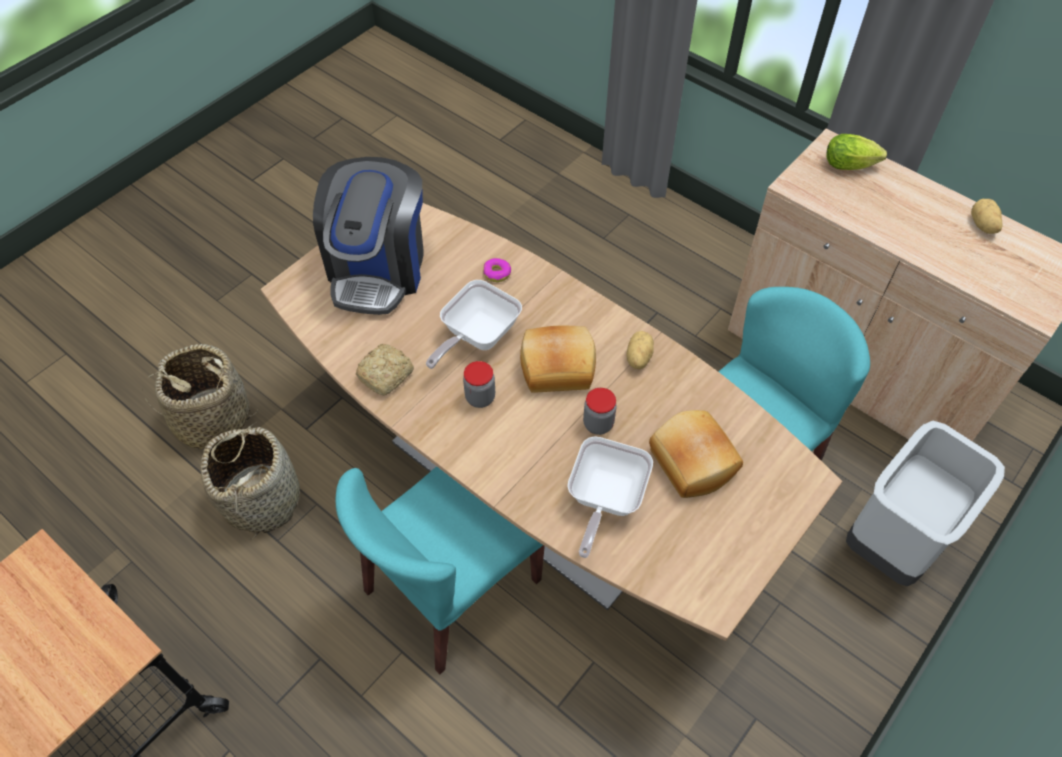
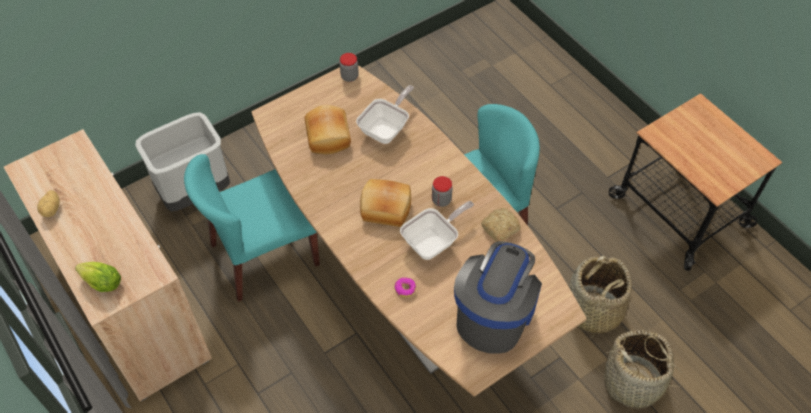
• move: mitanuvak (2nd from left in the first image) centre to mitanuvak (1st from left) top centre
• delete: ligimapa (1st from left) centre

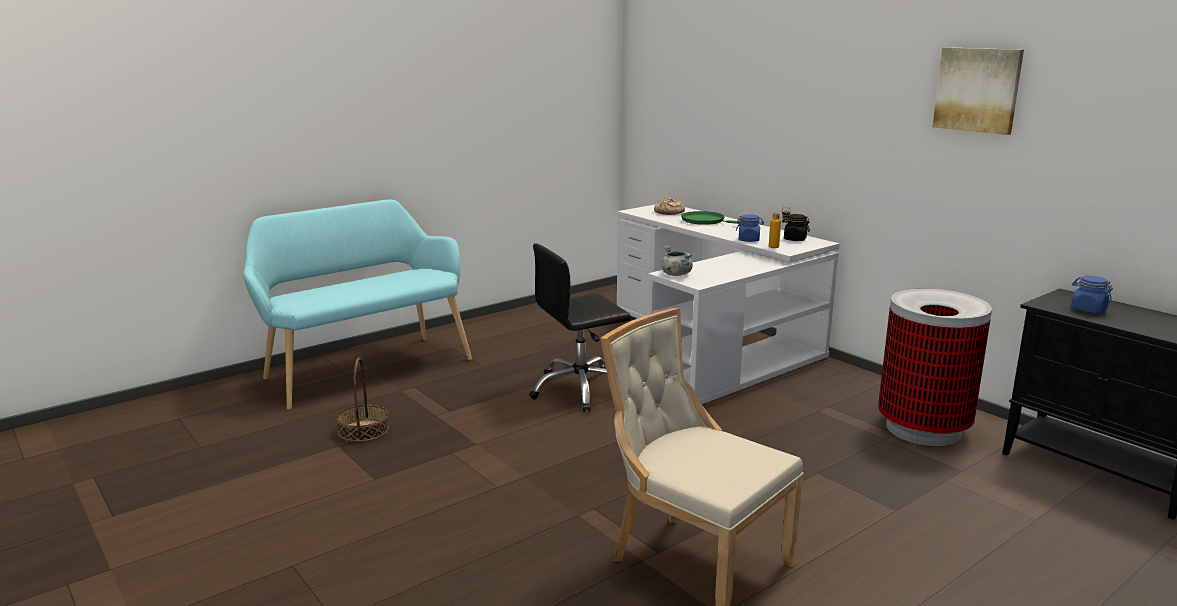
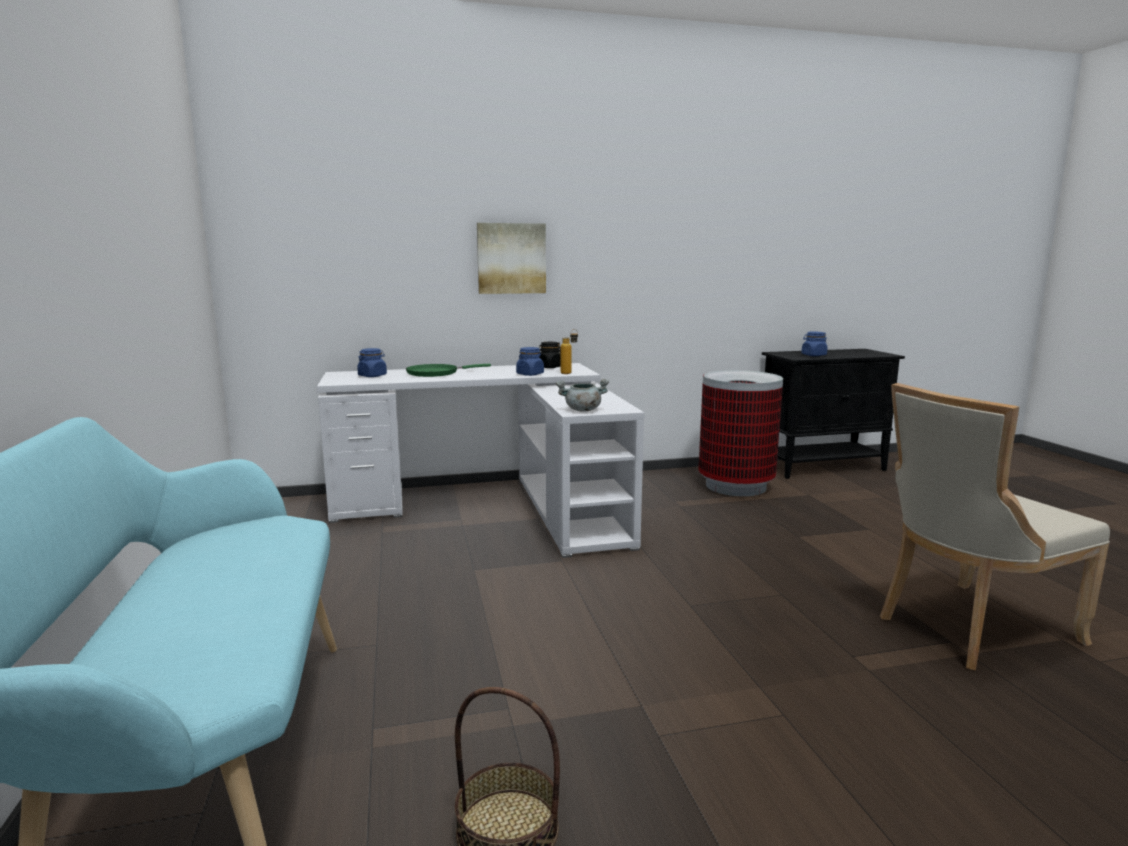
• delete: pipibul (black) centre
• replace: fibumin centre to mitanuvak (blue) (1st from left) middle left
• move: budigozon top right to top centre

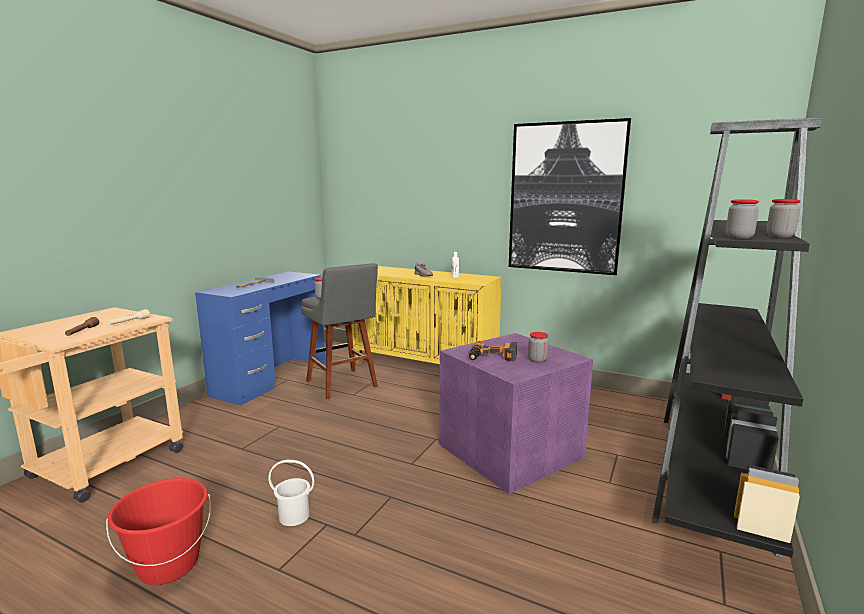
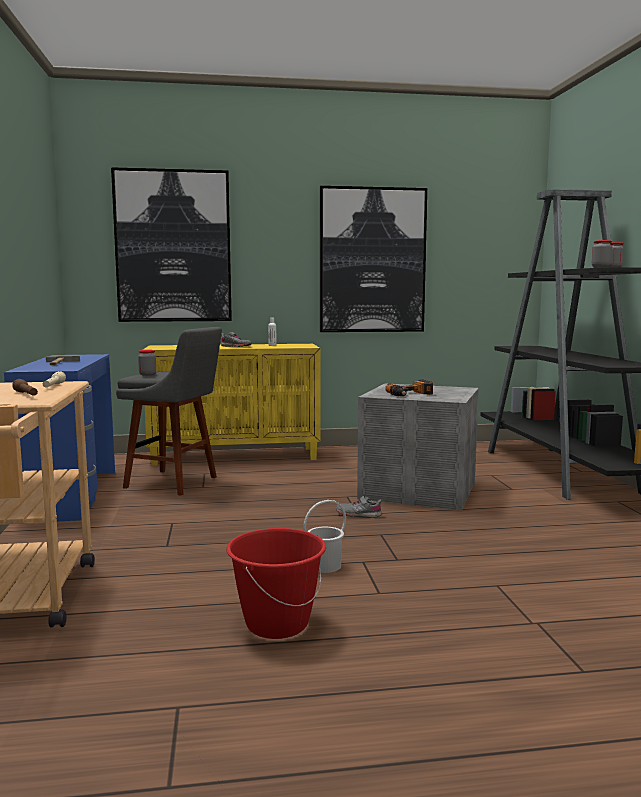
• recolor: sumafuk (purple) bottom centre to sumafuk (grey) centre
• delete: mitanuvak (2nd from left) centre
• insert: budigozon (1st from left) top left
• insert: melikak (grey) (2nd from left) centre

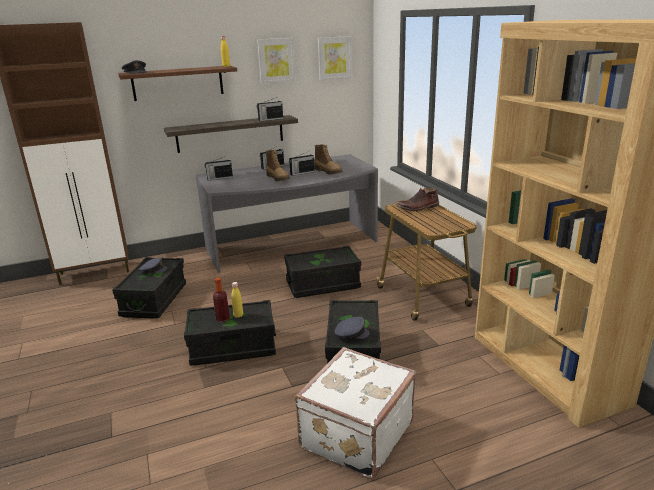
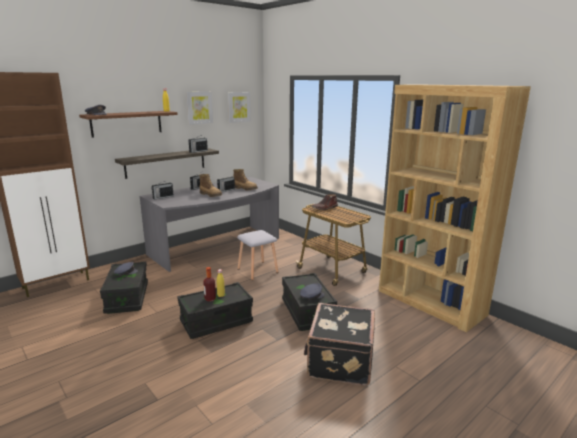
• replace: sumafuk (black) (3rd from left) centre to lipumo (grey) centre
• recolor: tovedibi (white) bottom centre to tovedibi (black) bottom centre

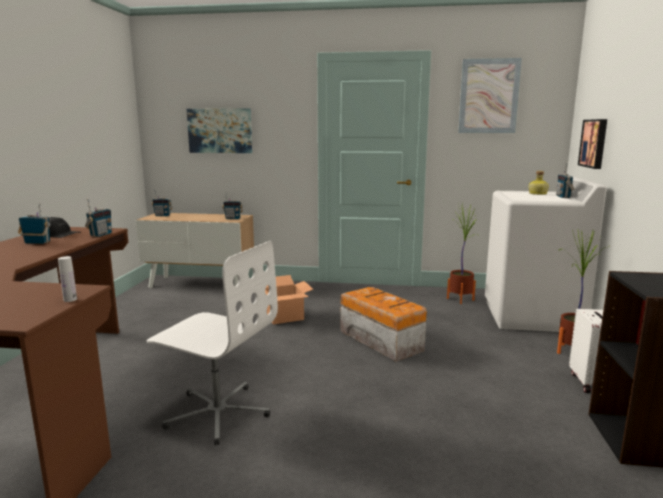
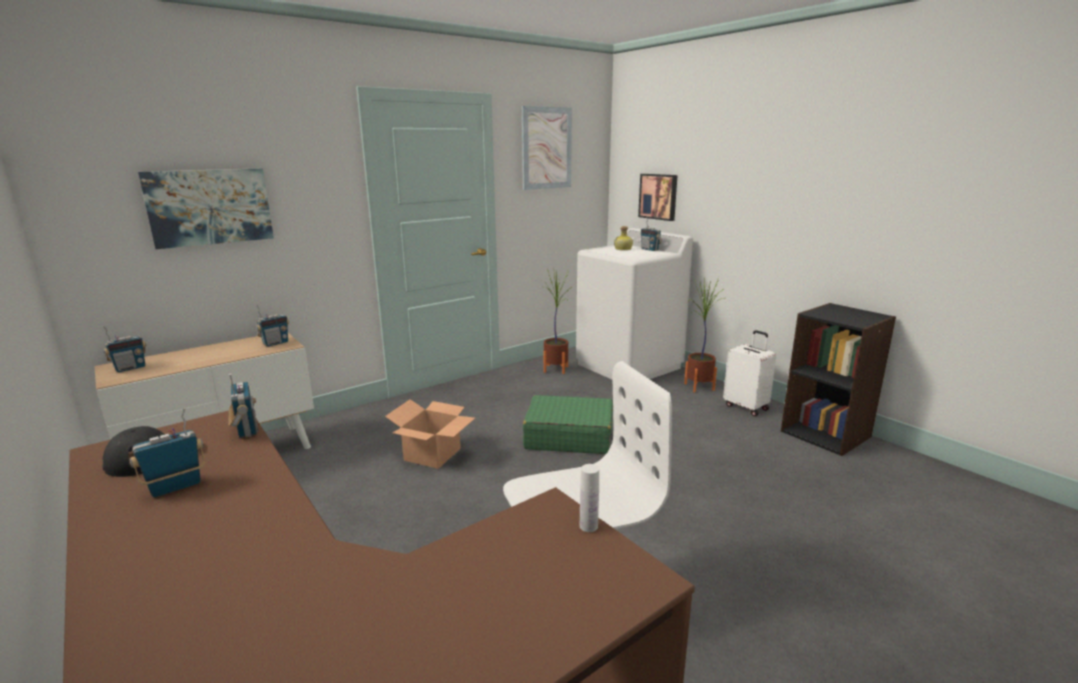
• replace: sumafuk centre to tovedibi (green) centre

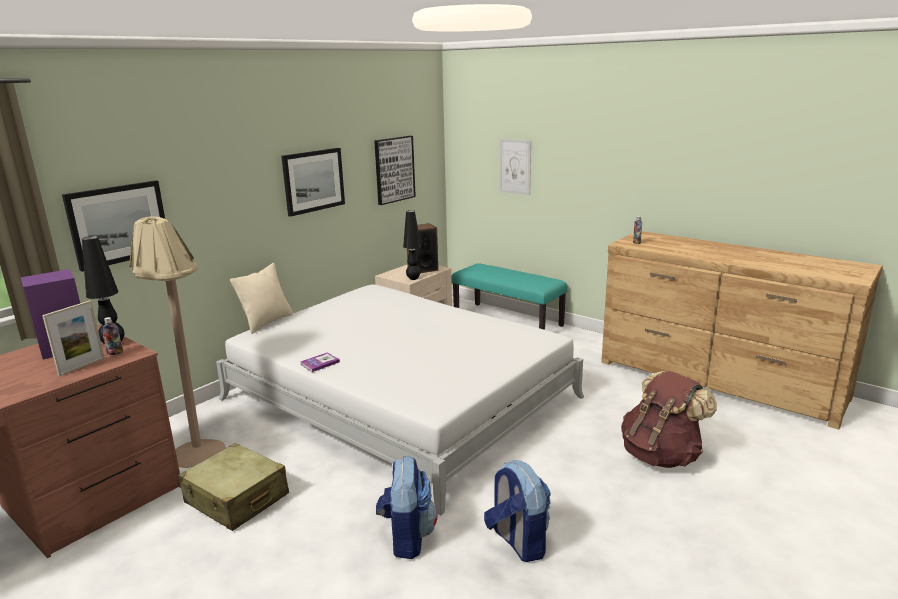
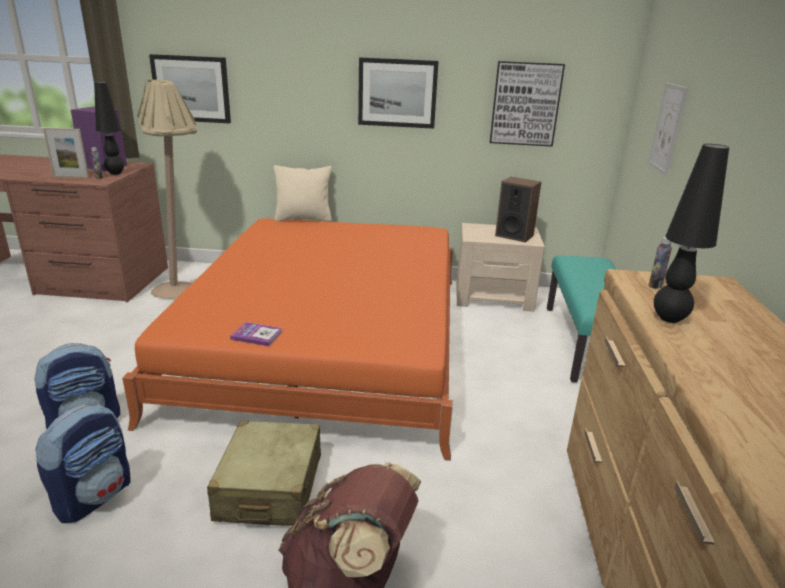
• move: tovedibi (beige) bottom left to bottom centre
• recolor: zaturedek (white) centre to zaturedek (orange) centre
• move: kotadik centre to middle left
• move: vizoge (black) (2nd from left) centre to middle right

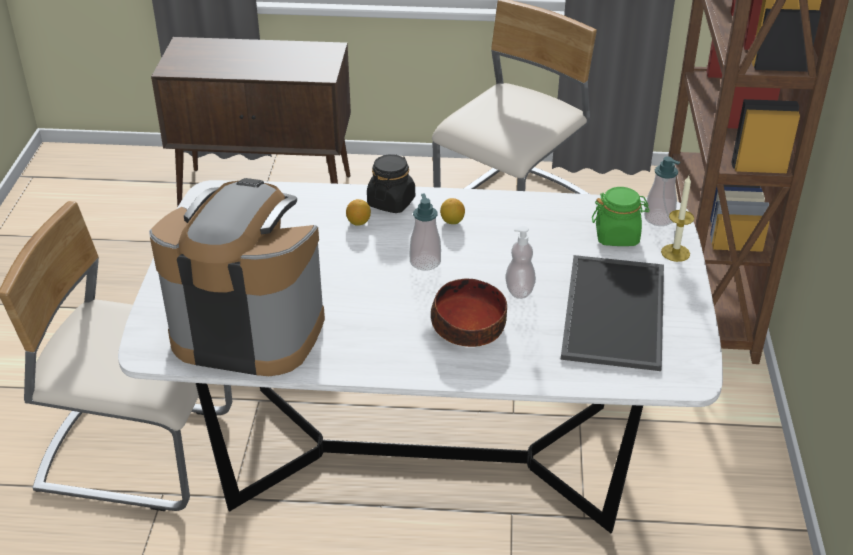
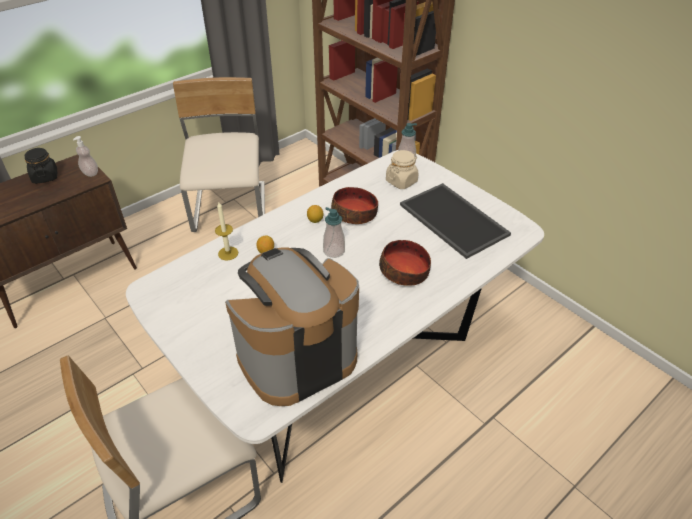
• move: mitanuvak (black) top centre to top left
• move: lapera (2nd from left in the first image) centre to lapera (1st from left) top left
• recolor: mitanuvak (green) middle right to mitanuvak (beige) top centre
• move: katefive middle right to middle left
• insert: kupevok (1st from left) centre

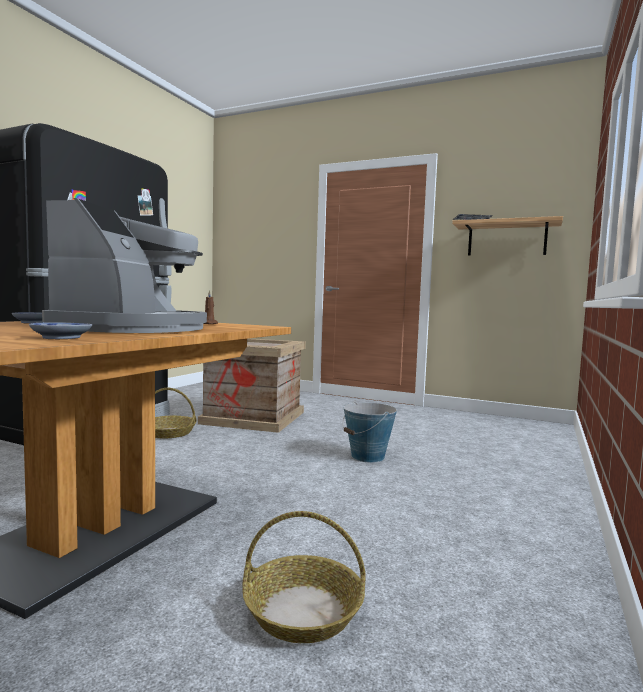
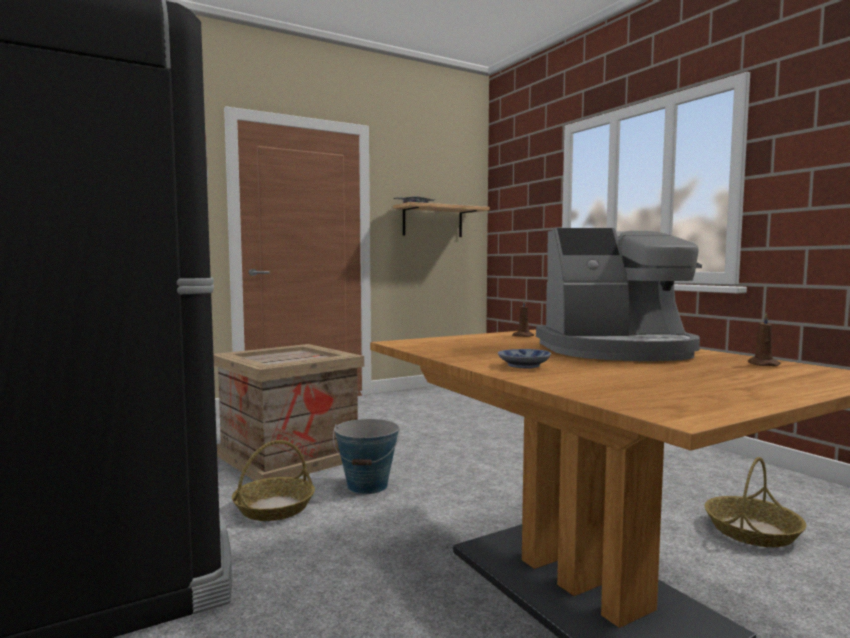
• replace: kupevok (2nd from left) middle left to katefive (brown) (2nd from left) middle right
• rotate: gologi middle left = middle right 135 degrees clockwise
• move: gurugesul centre to bottom centre

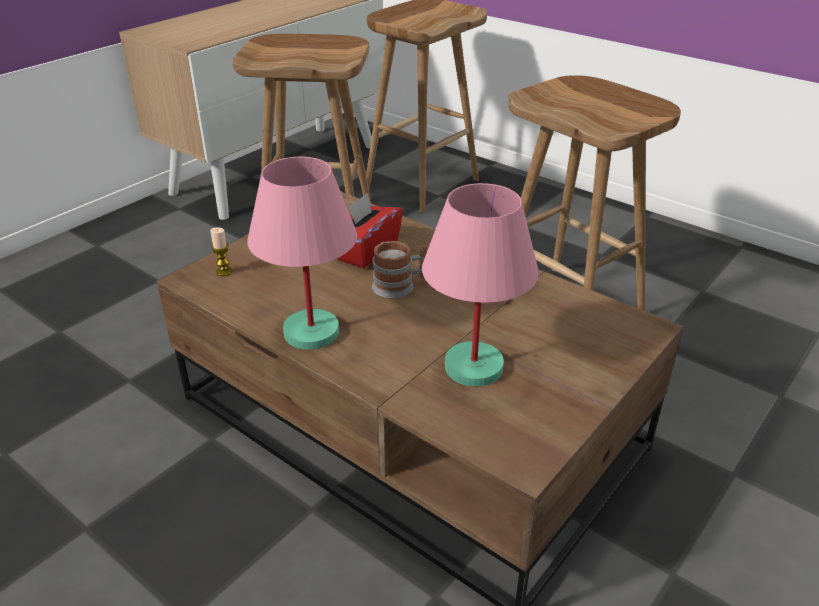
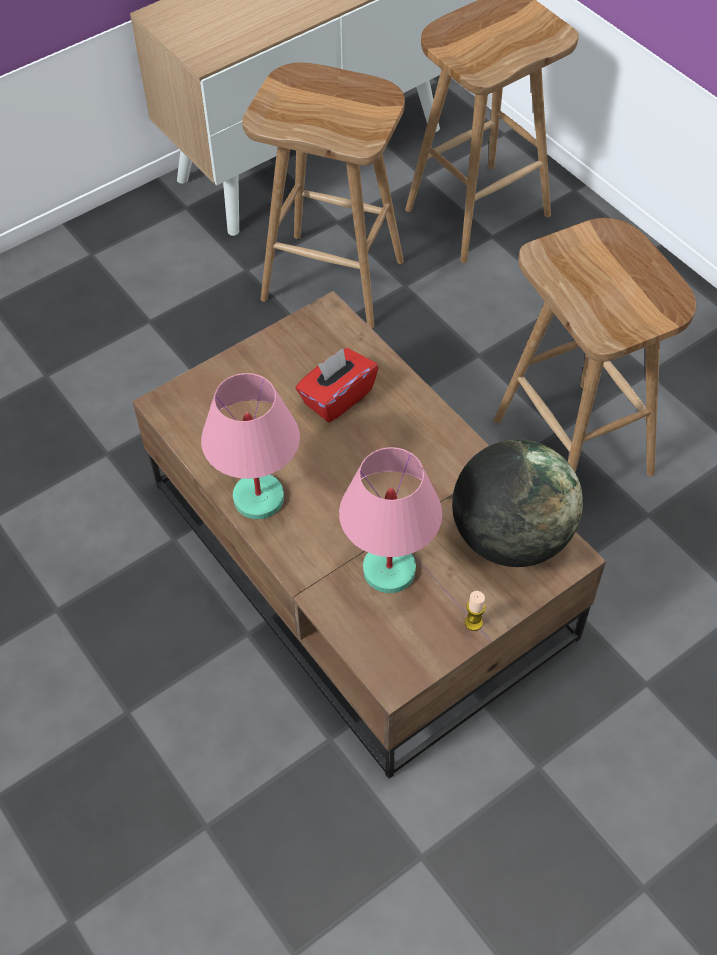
• move: katefive middle left to centre
• delete: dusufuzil centre
• insert: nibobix middle right

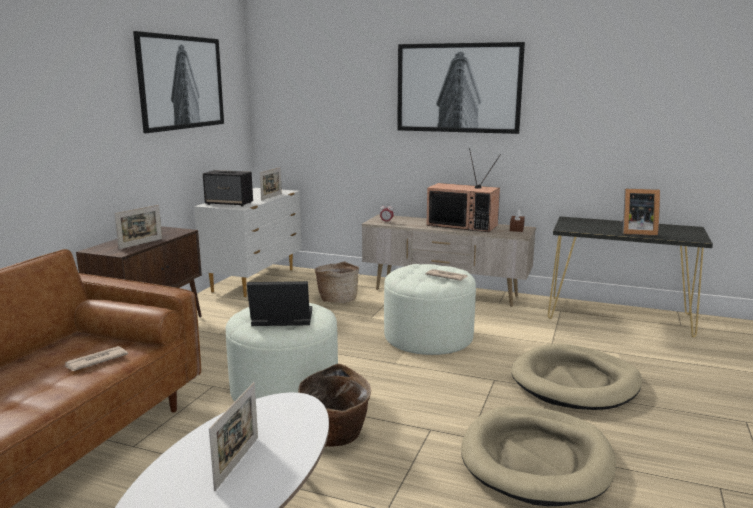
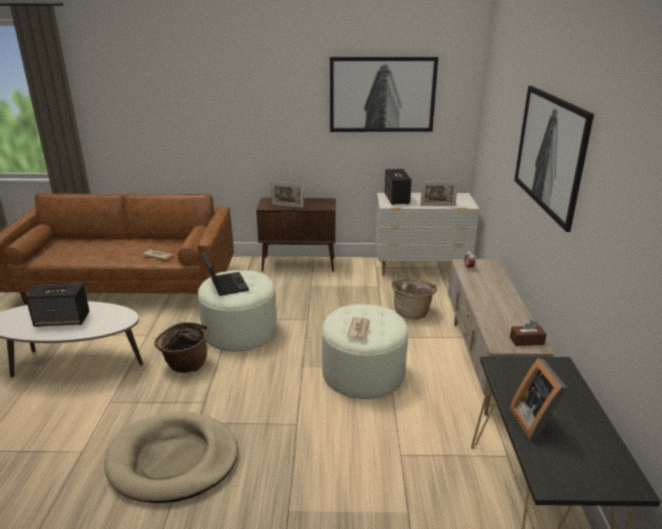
• replace: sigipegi (2nd from left) bottom left to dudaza (1st from left) middle left
• delete: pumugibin centre
• delete: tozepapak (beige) (2nd from left) bottom right

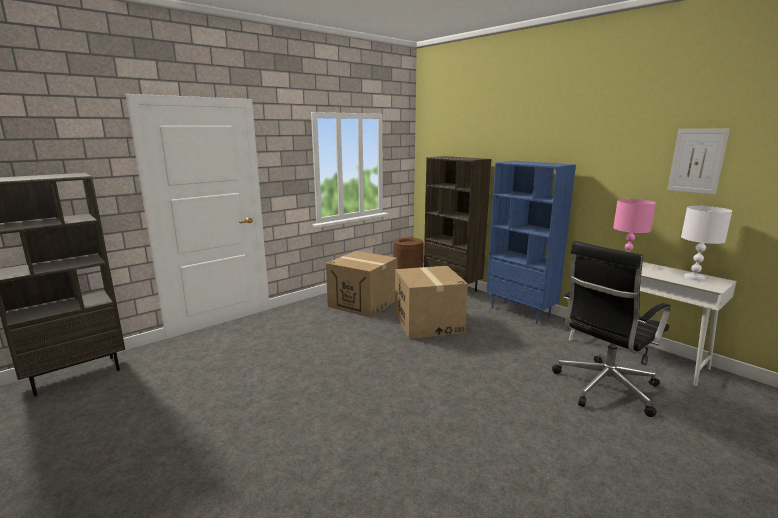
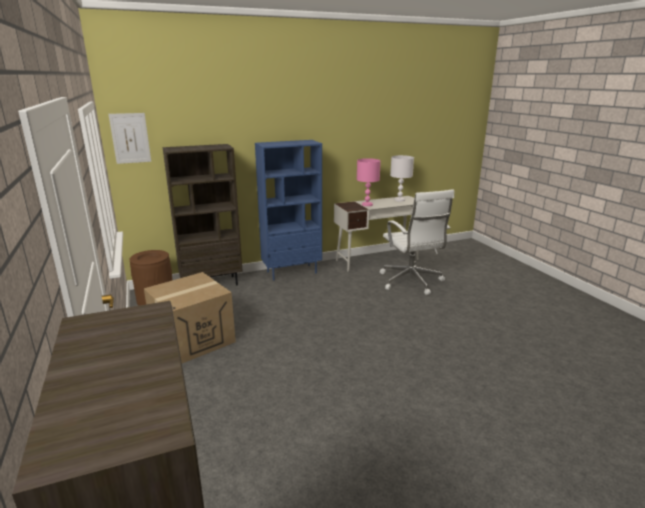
• delete: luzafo (2nd from left) centre
• recolor: pipibul (black) middle right to pipibul (white) centre
• move: budigozon top right to top left

